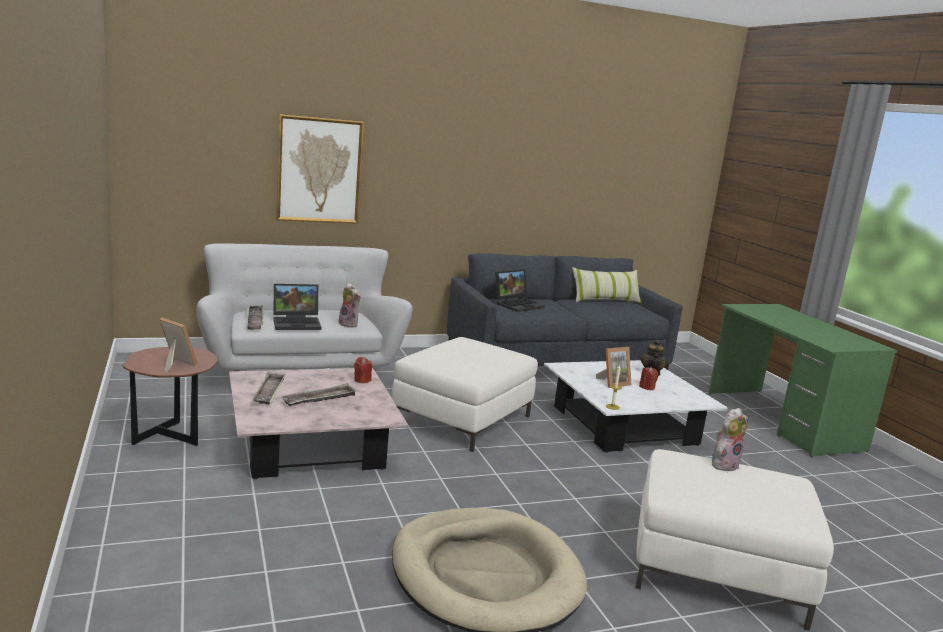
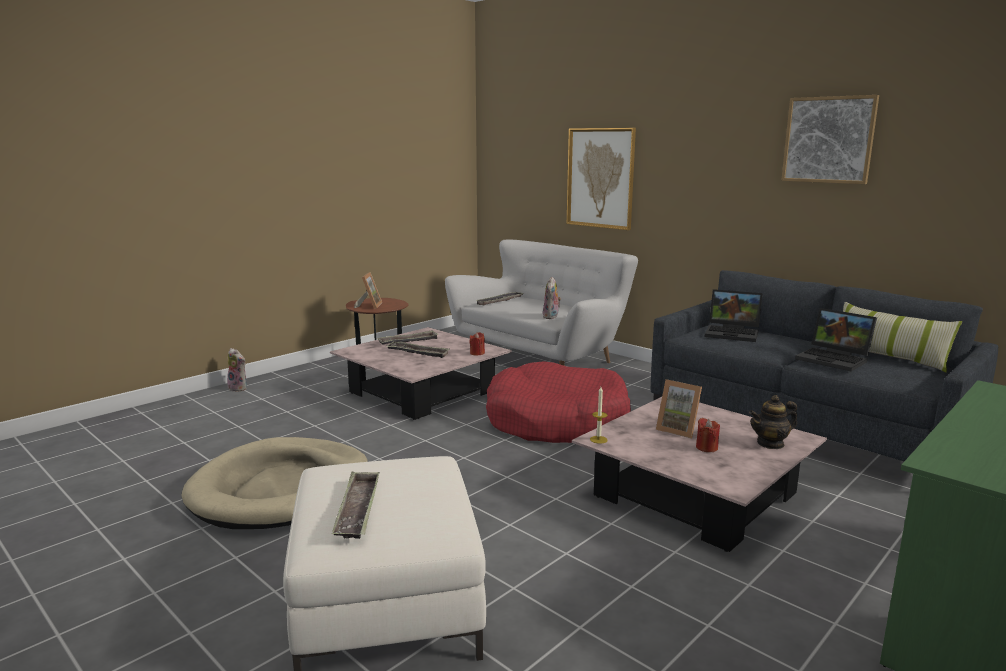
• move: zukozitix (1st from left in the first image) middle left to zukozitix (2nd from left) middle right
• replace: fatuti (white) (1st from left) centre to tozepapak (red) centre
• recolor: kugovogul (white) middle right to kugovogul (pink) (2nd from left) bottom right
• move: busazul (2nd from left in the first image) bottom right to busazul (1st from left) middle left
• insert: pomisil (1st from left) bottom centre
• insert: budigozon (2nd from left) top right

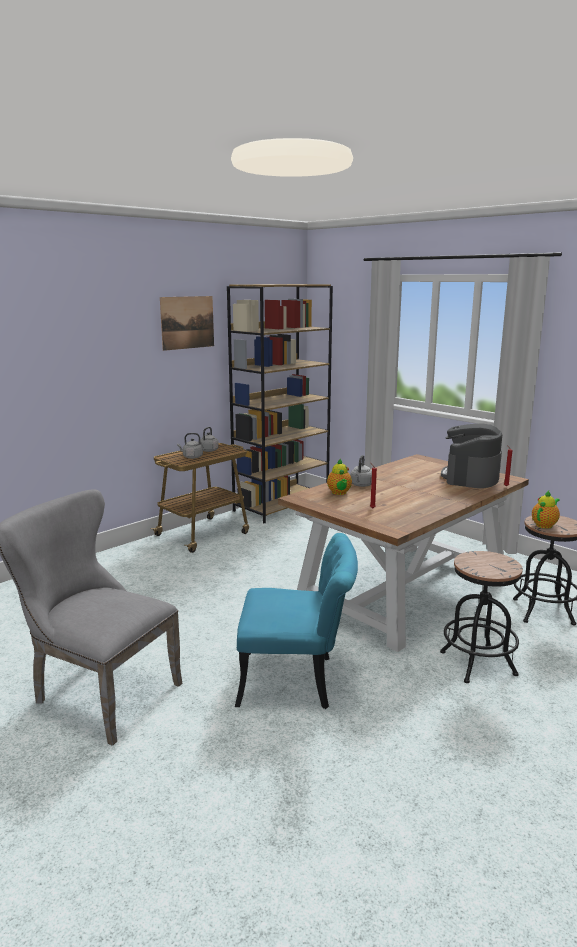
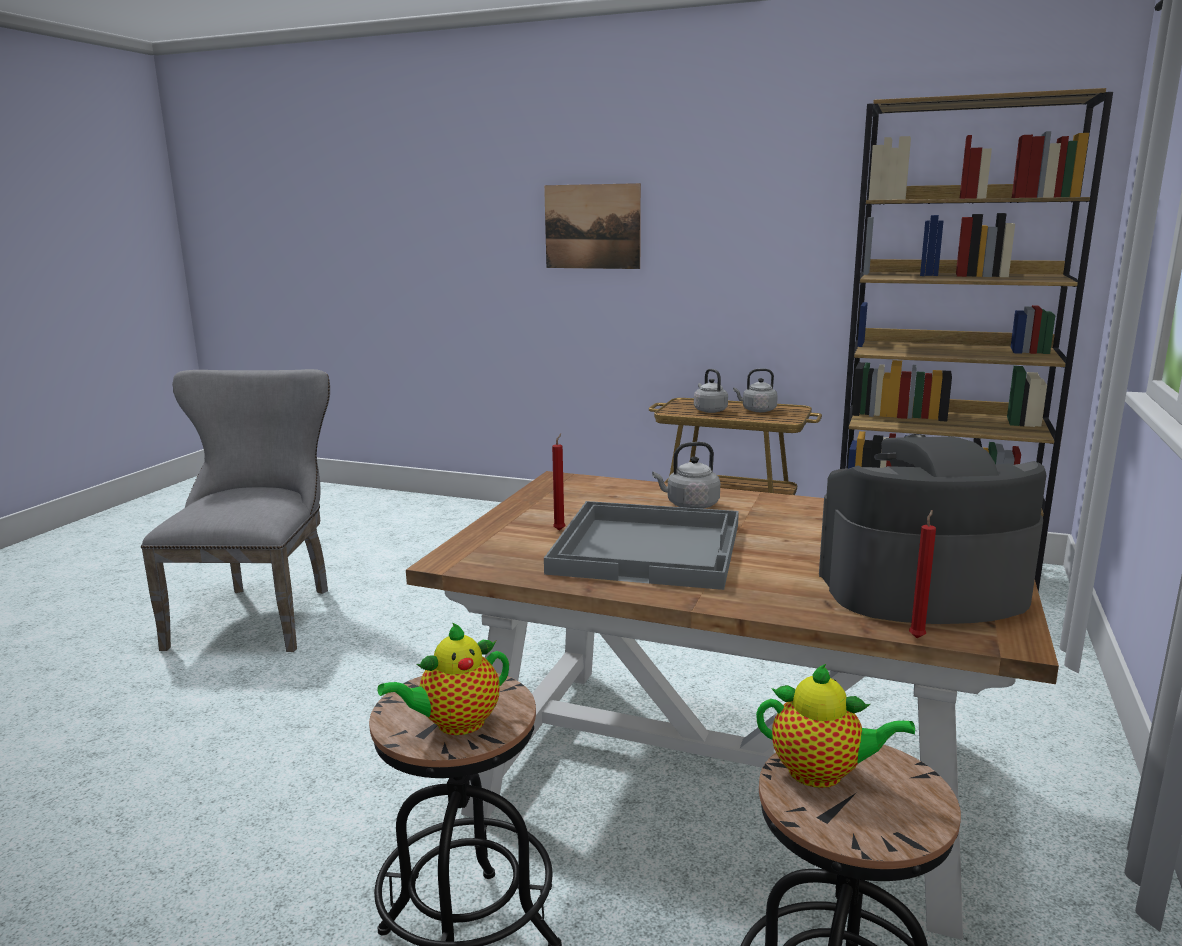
• move: budigozon middle left to top centre
• delete: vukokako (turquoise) centre
• move: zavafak (1st from left) centre to bottom centre
• insert: pomisil (grey) centre

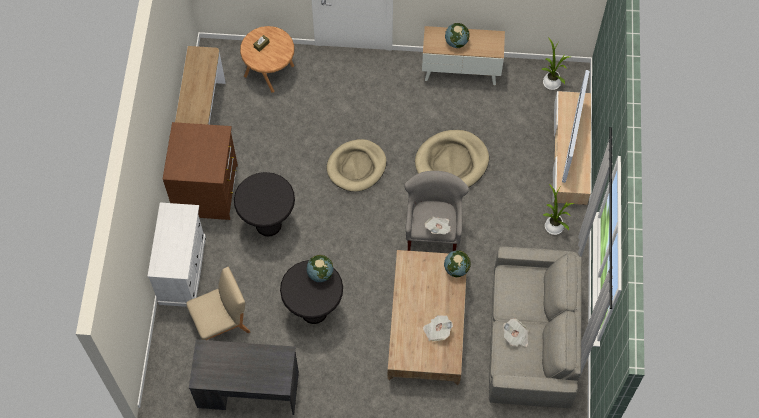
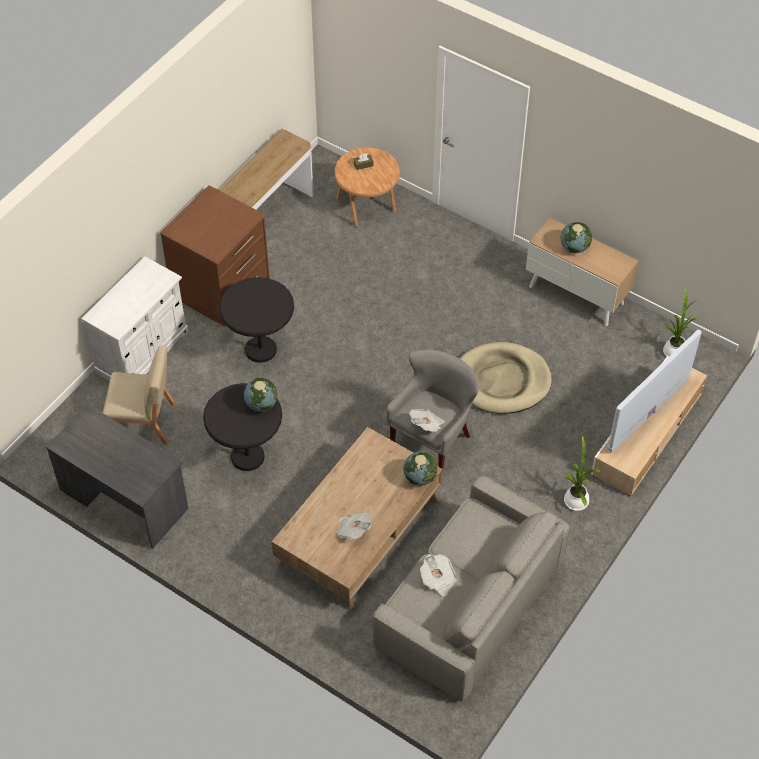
• delete: tozepapak (beige) (1st from left) centre

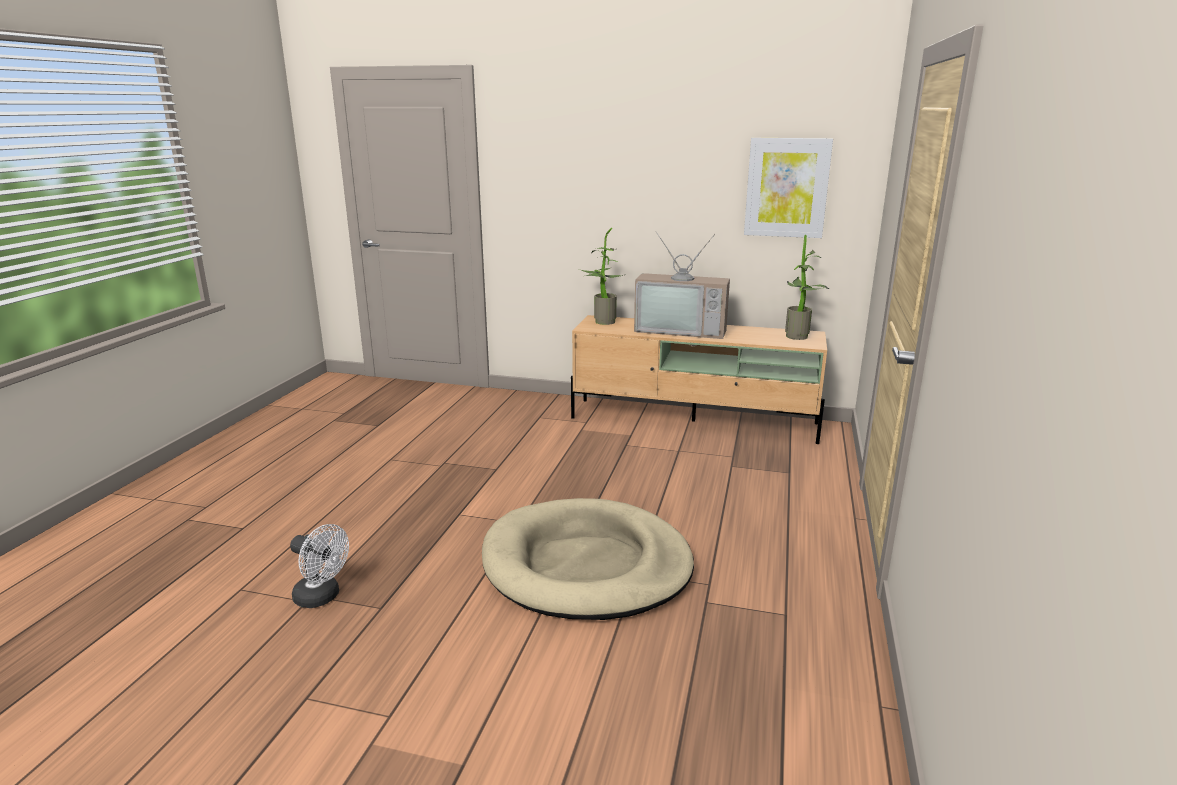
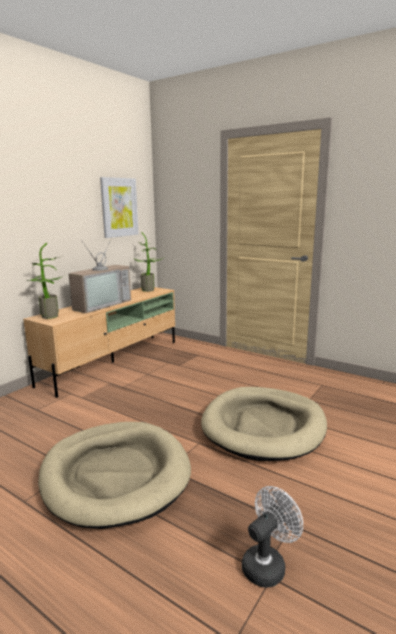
• insert: tozepapak (beige) (1st from left) bottom left

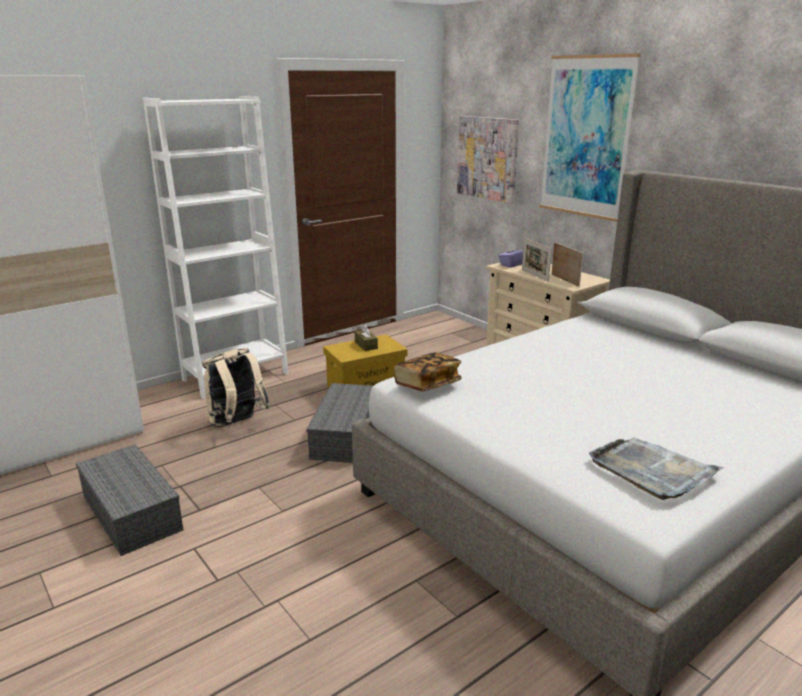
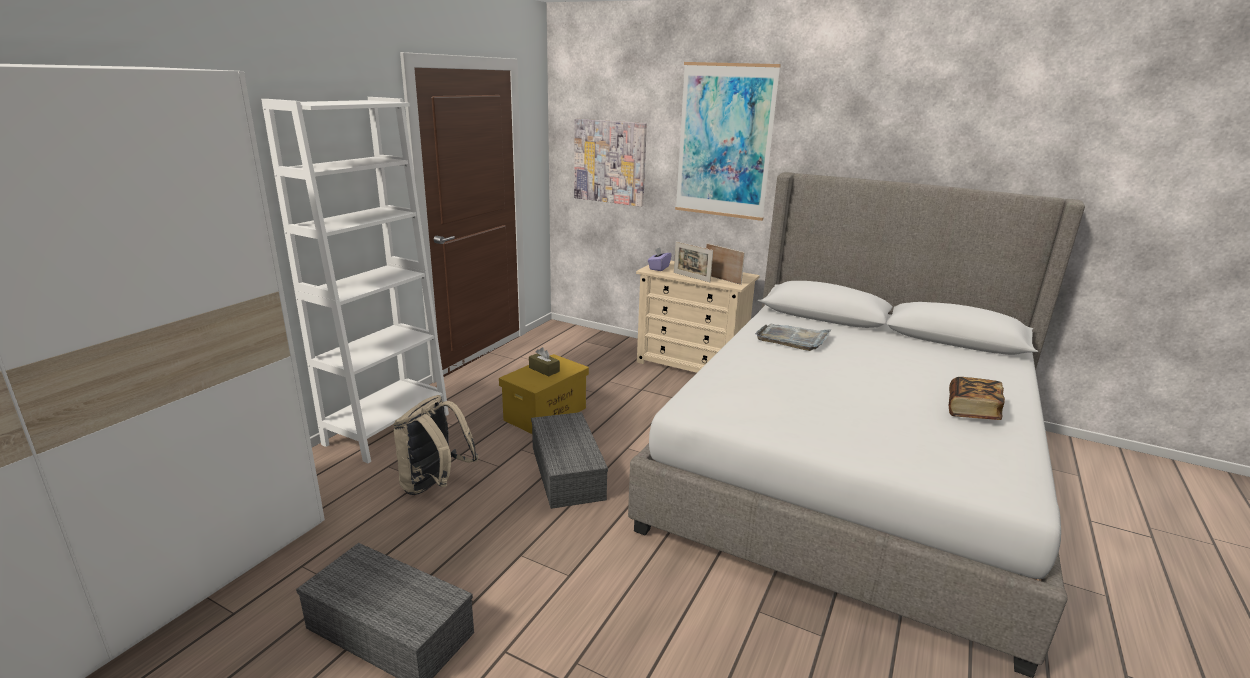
• move: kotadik centre to middle right
• move: pomisil (grey) bottom right to centre

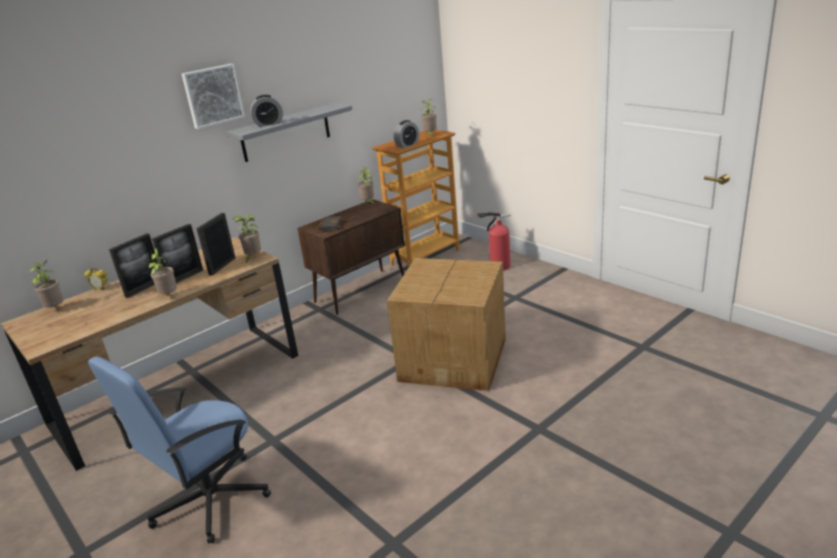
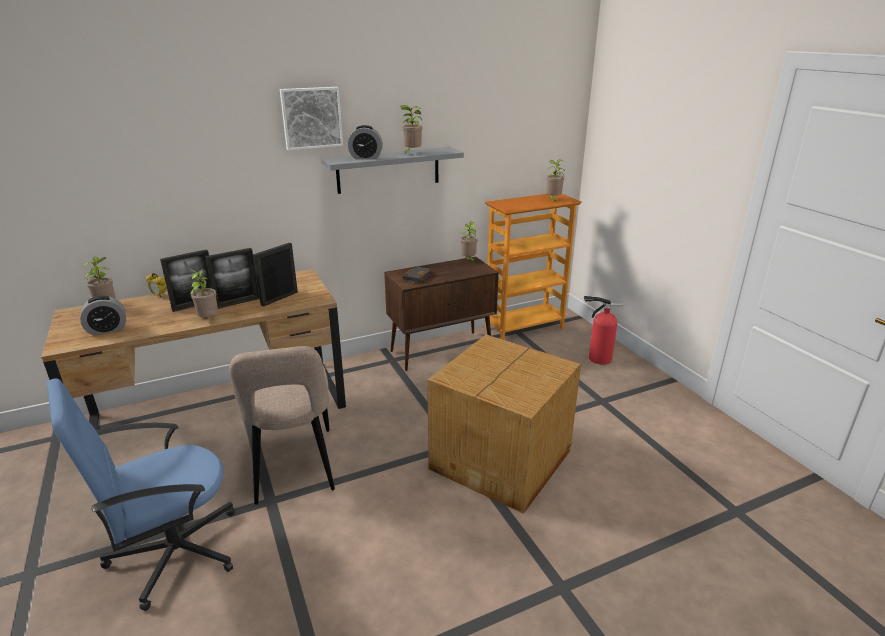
• move: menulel (3rd from left) middle left to top centre
• move: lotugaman (3rd from left in the first image) top centre to lotugaman (1st from left) middle left
• insert: vukokako (beige) bottom left

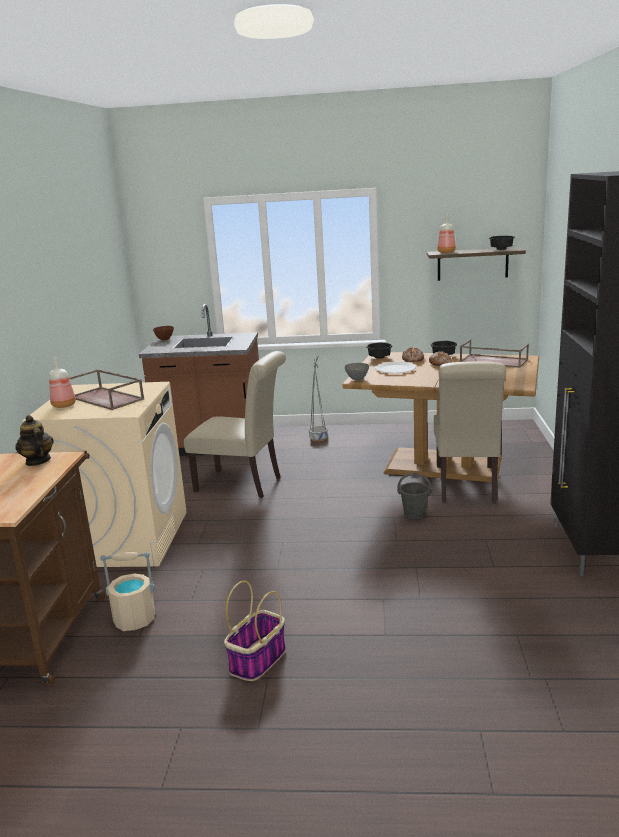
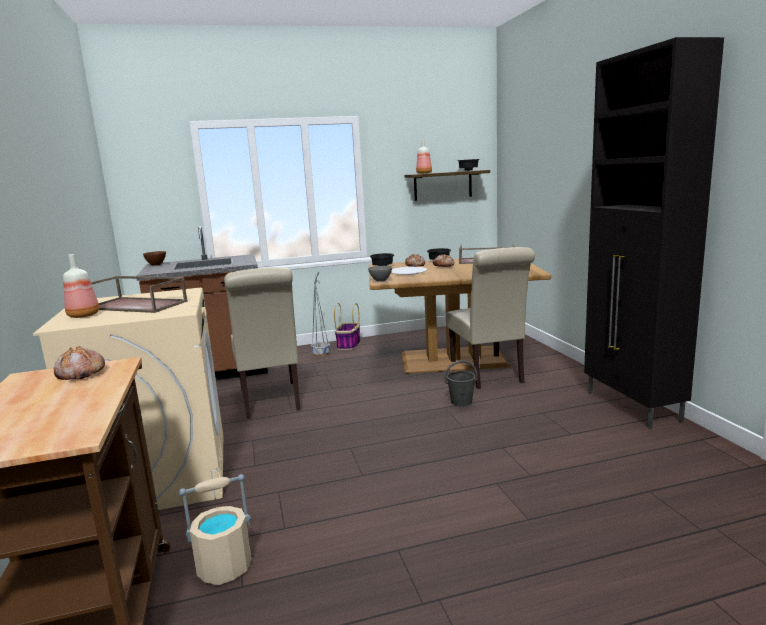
• replace: zavafak middle left to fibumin (1st from left) middle left
• rotate: vukokako (beige) (1st from left) centre = centre 75 degrees clockwise
• move: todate bottom centre to centre

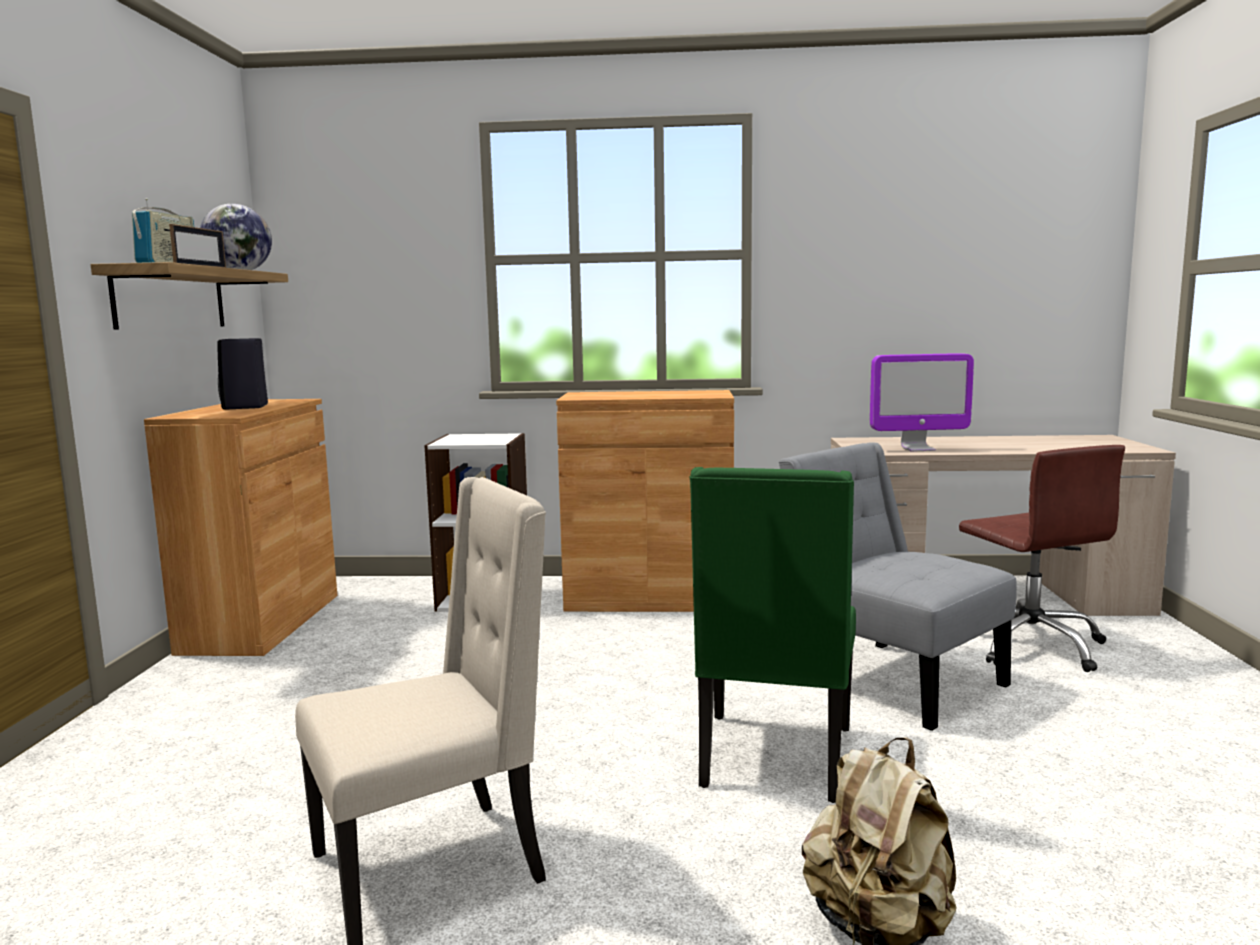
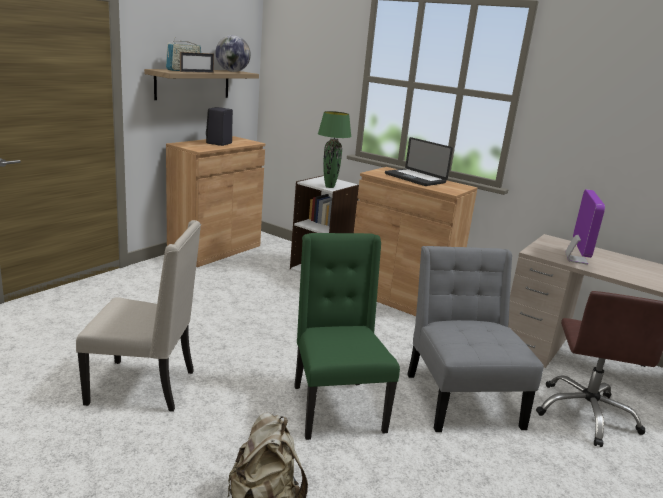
• rotate: vukokako (green) bottom centre = bottom centre 120 degrees clockwise
• rotate: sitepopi middle right = middle right 105 degrees counterclockwise
• insert: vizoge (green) top centre
• insert: zukozitix top centre

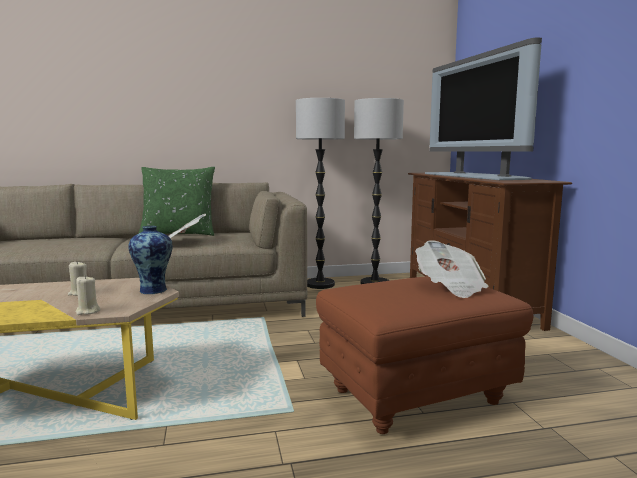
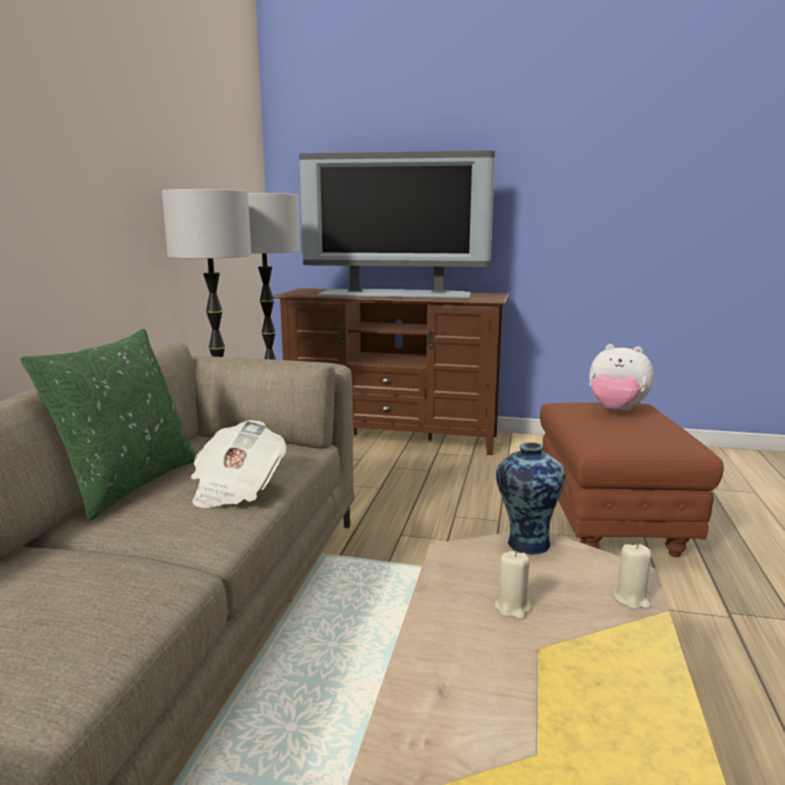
• replace: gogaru (2nd from left) middle right to busazul middle right

